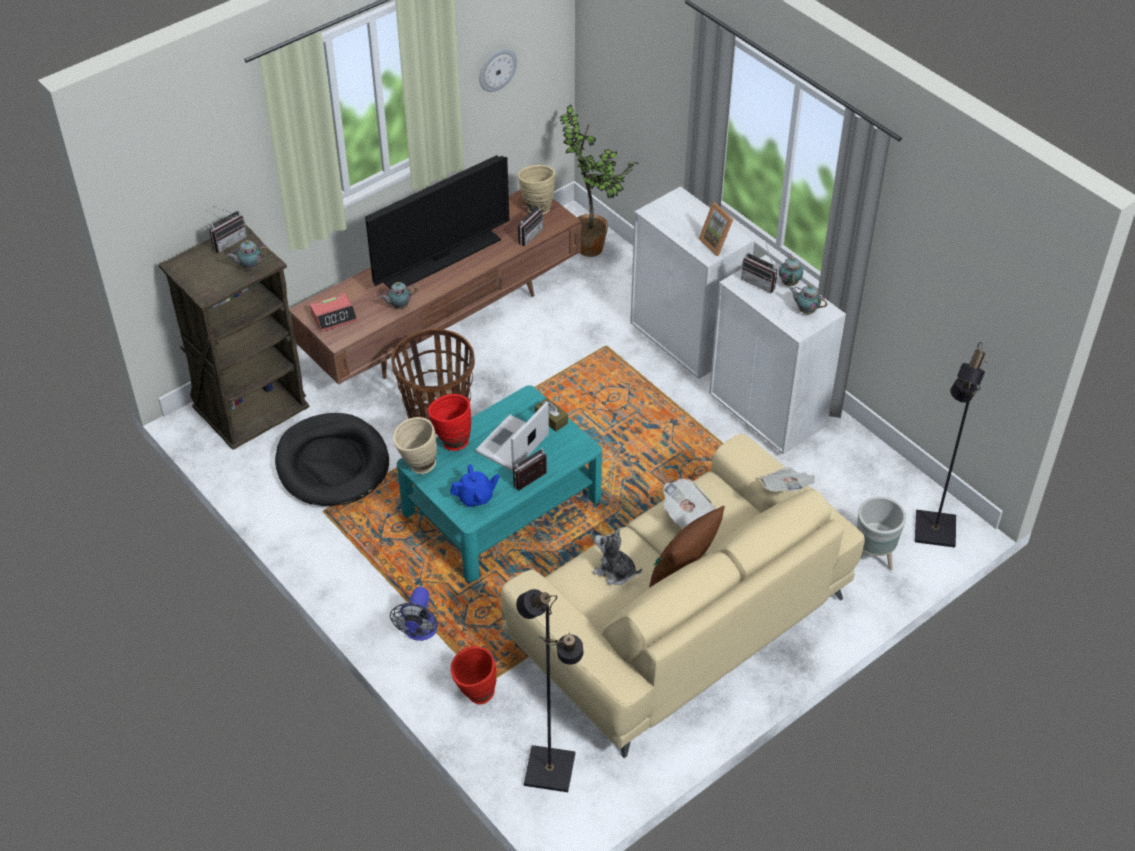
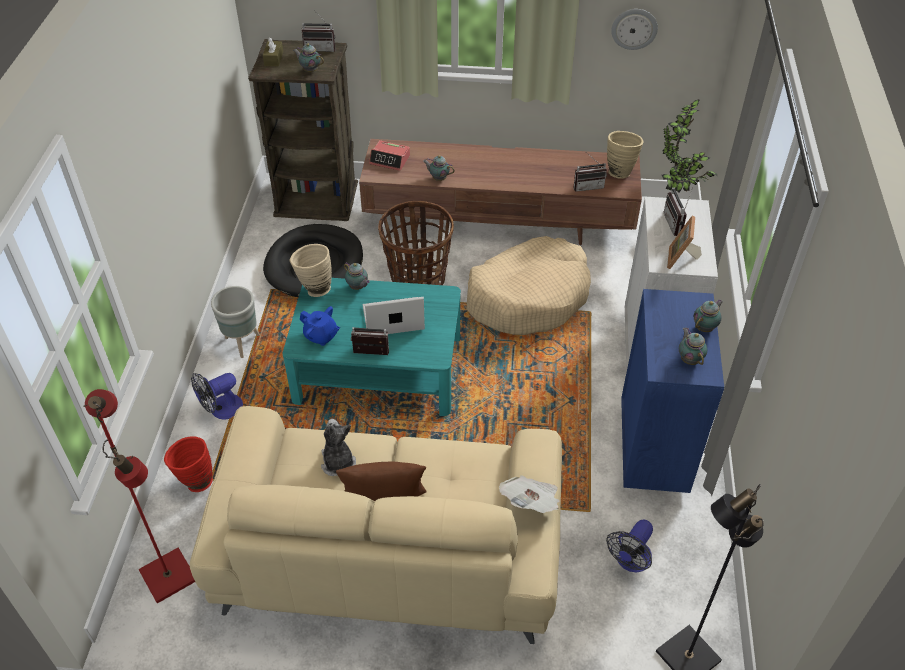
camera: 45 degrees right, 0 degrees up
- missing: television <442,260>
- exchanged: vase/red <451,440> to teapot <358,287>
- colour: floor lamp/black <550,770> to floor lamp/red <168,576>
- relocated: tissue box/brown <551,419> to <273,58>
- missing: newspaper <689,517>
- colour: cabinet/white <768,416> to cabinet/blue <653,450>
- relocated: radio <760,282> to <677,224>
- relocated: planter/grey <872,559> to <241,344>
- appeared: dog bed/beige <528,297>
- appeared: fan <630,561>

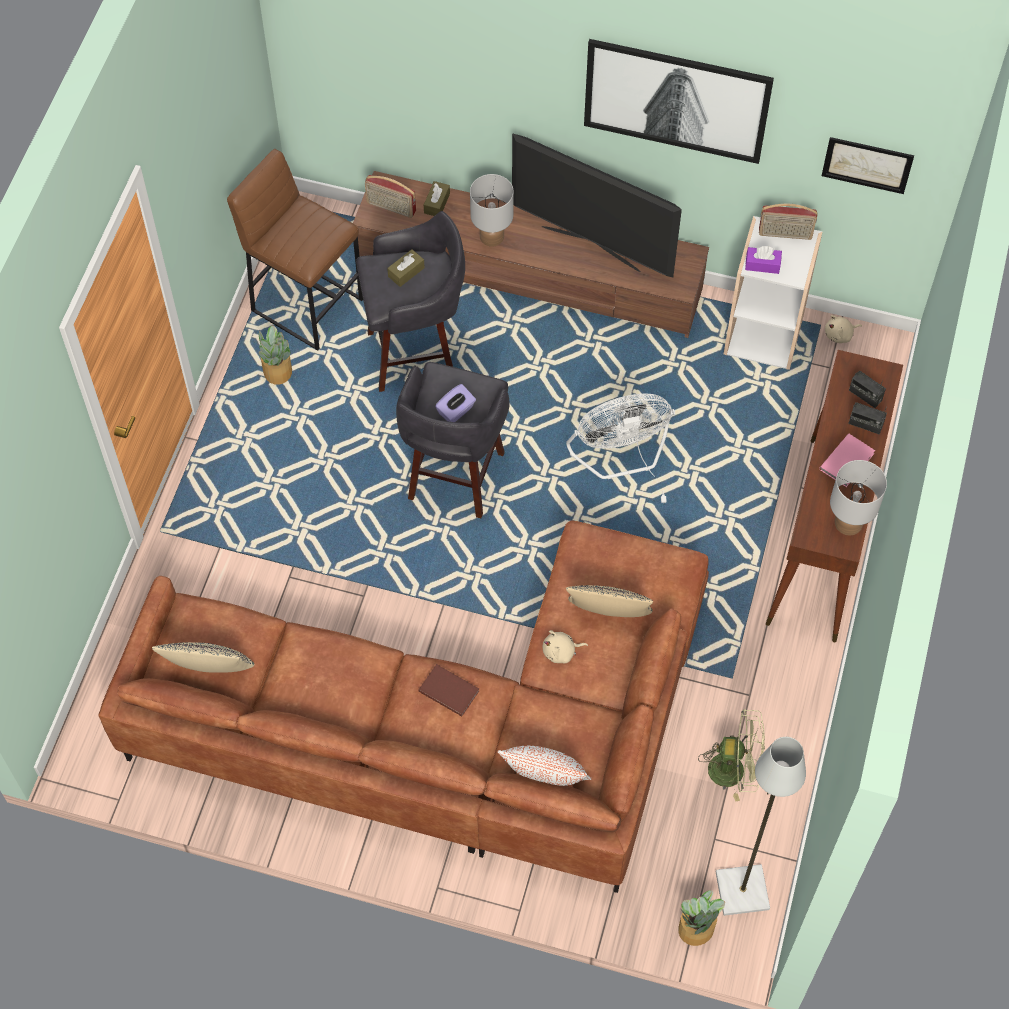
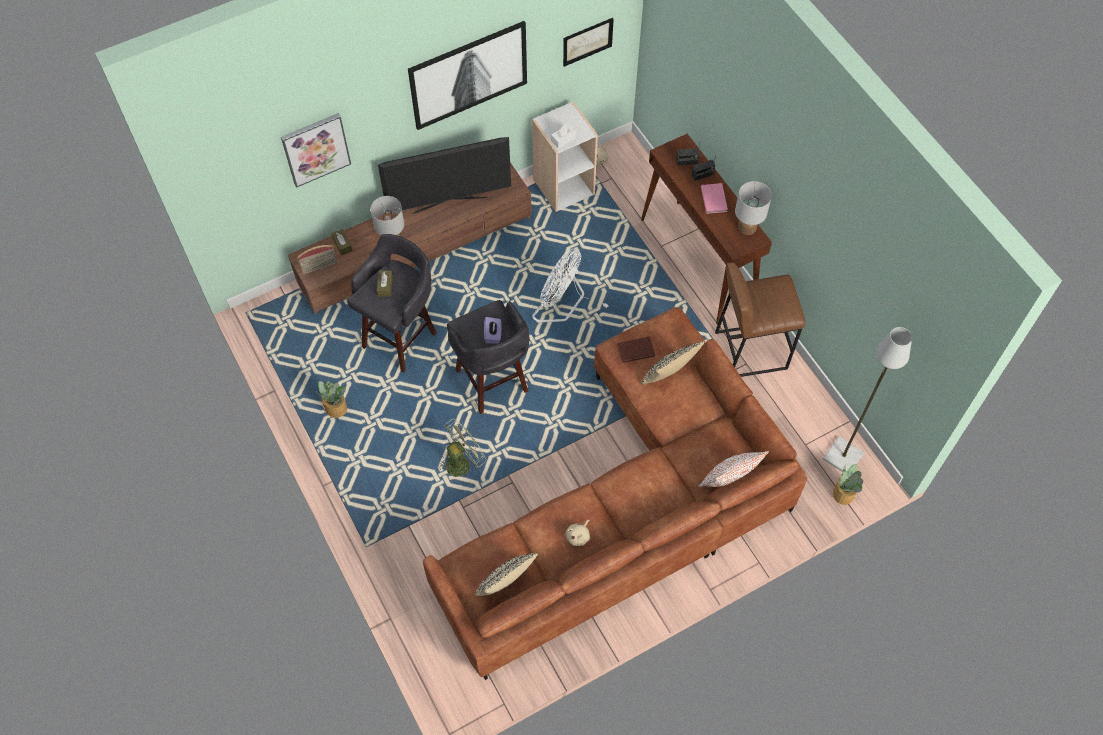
camera: 45 degrees left, 0 degrees up
- relocated: stool/brown <306,304> to <749,350>
- relocated: book/brown <449,690> to <635,350>
- relocated: plush toy/beige <561,652> to <578,536>
- relocated: fan/green <734,770> to <462,462>
- colour: tissue box/purple <762,264> to tissue box/white <563,139>
- missing: radio <785,234>
- appeared: picture <316,149>

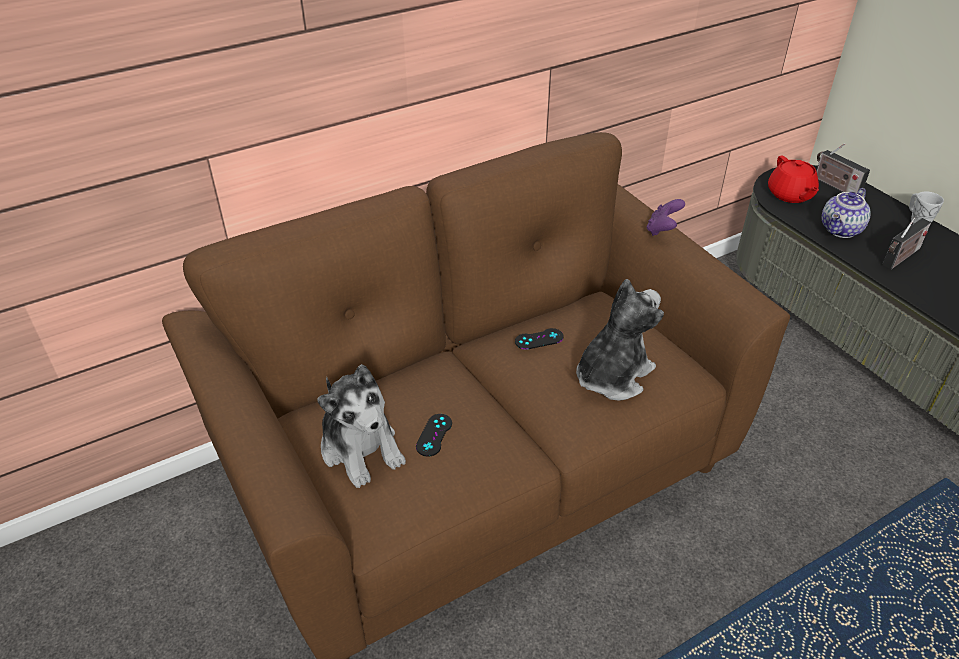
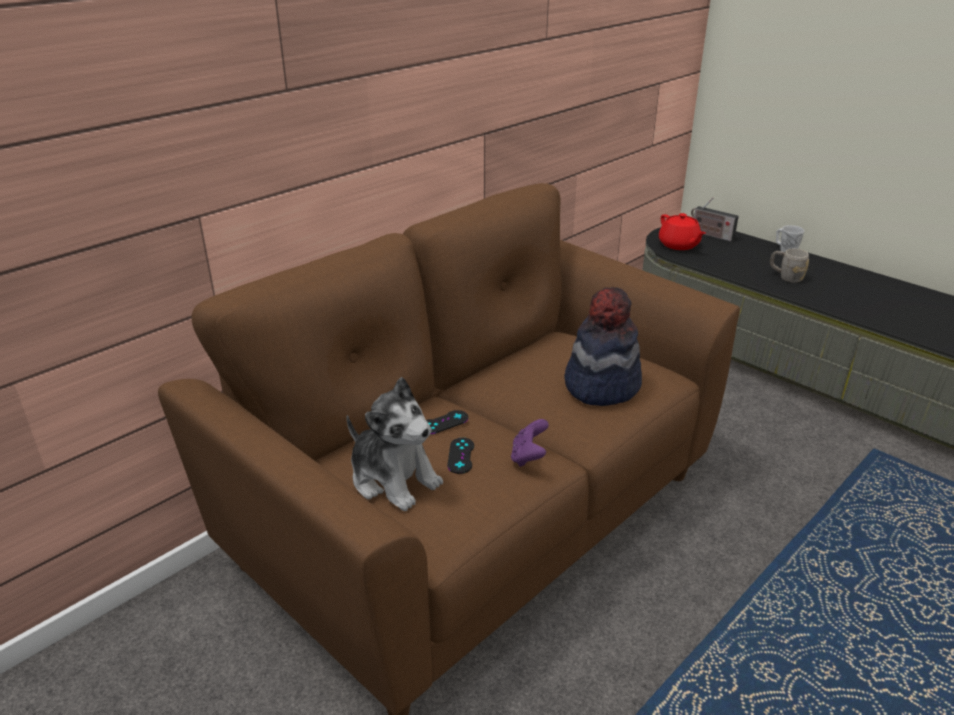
camera: 15 degrees left, 10 degrees down
- relocated: game controller/black <539,339> to <444,422>
- exchanged: plush toy <612,375> to hat <601,385>
- relocated: game controller/purple <662,230> to <528,457>
- missing: teapot <841,230>
- exchanged: radio <900,258> to mug/grey <785,277>

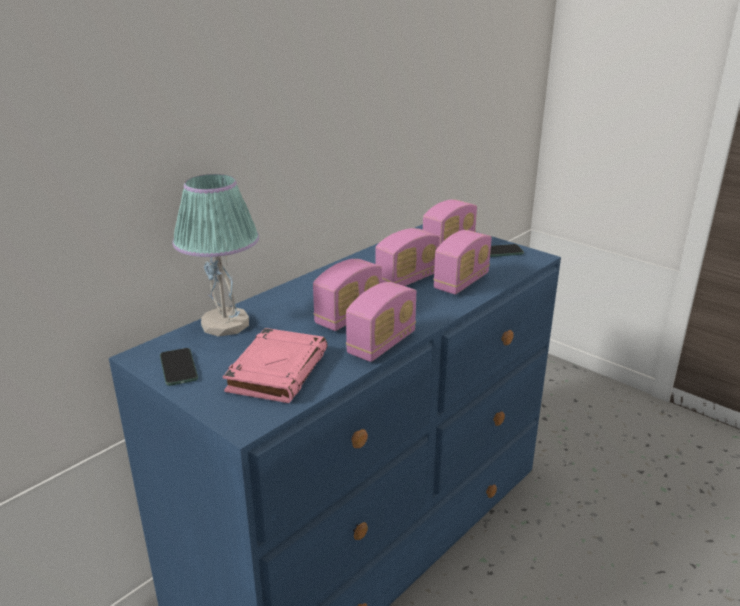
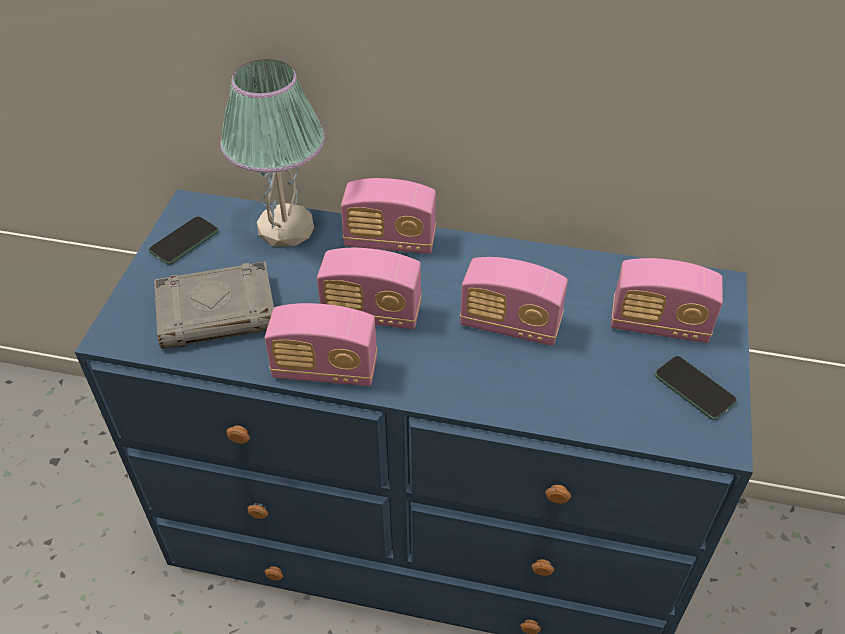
camera: 60 degrees right, 20 degrees up
- colour: book/pink <277,370> to book/grey <218,311>
- relocated: radio <461,282> to <390,241>

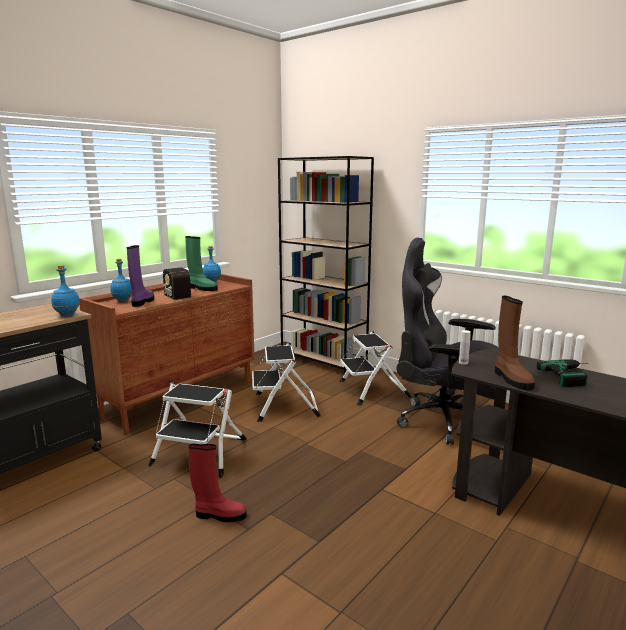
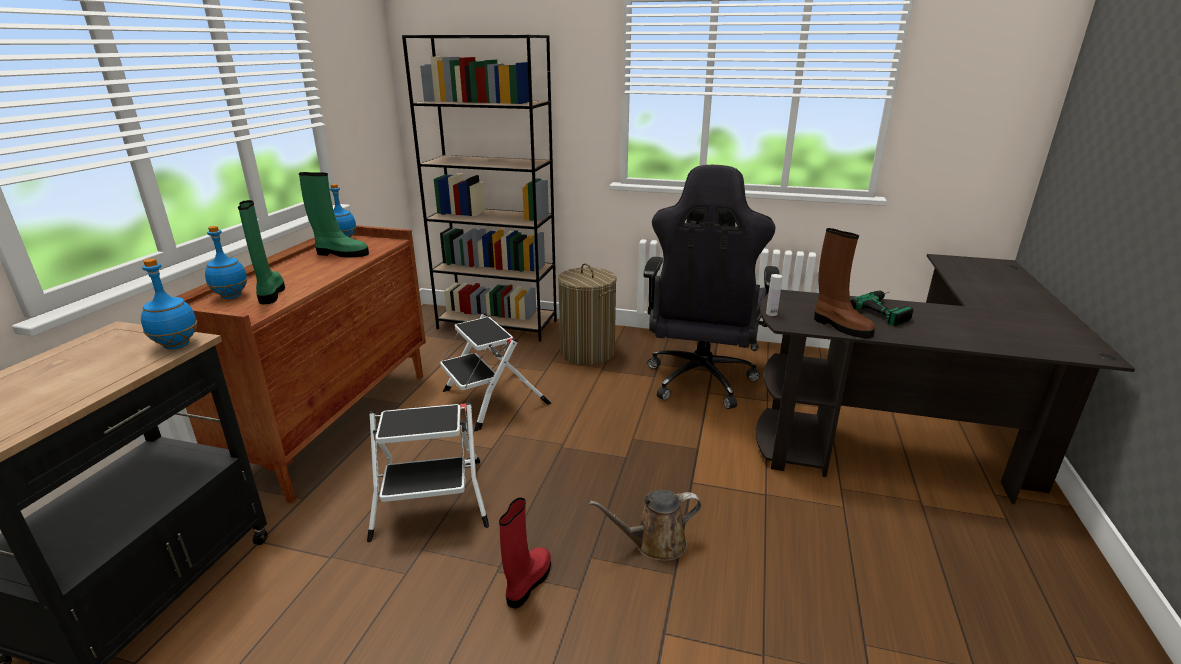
camera: 25 degrees left, 10 degrees up
- colour: boot/purple <142,302> to boot/green <270,293>
- missing: radio <176,294>
- spun: boot/red <219,515> = <528,583> 45 degrees counterclockwise
- exchanged: step ladder <373,390> to laundry basket <587,352>
- spun: office chair/black <449,423> = <700,377> 75 degrees counterclockwise
- appeared: watering can/brown <654,543>

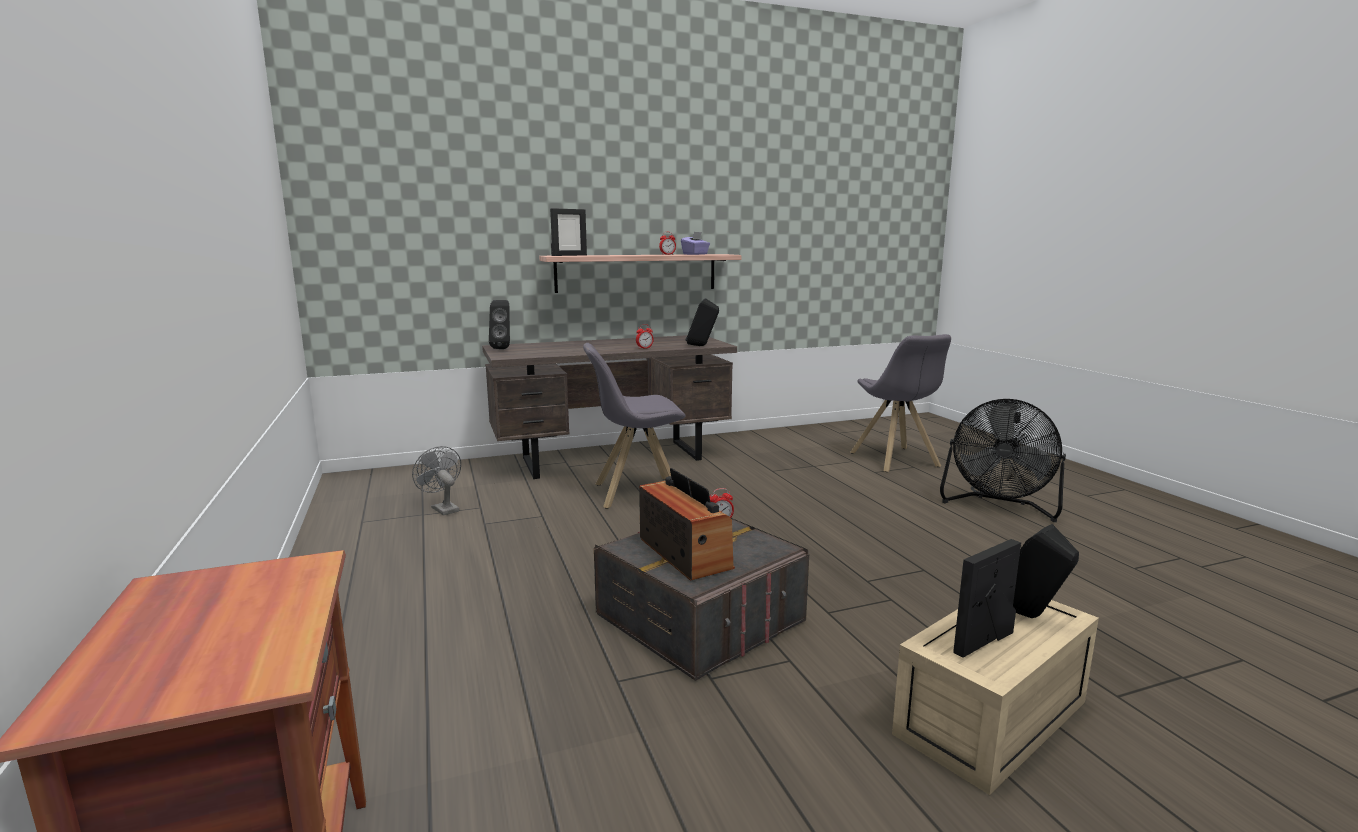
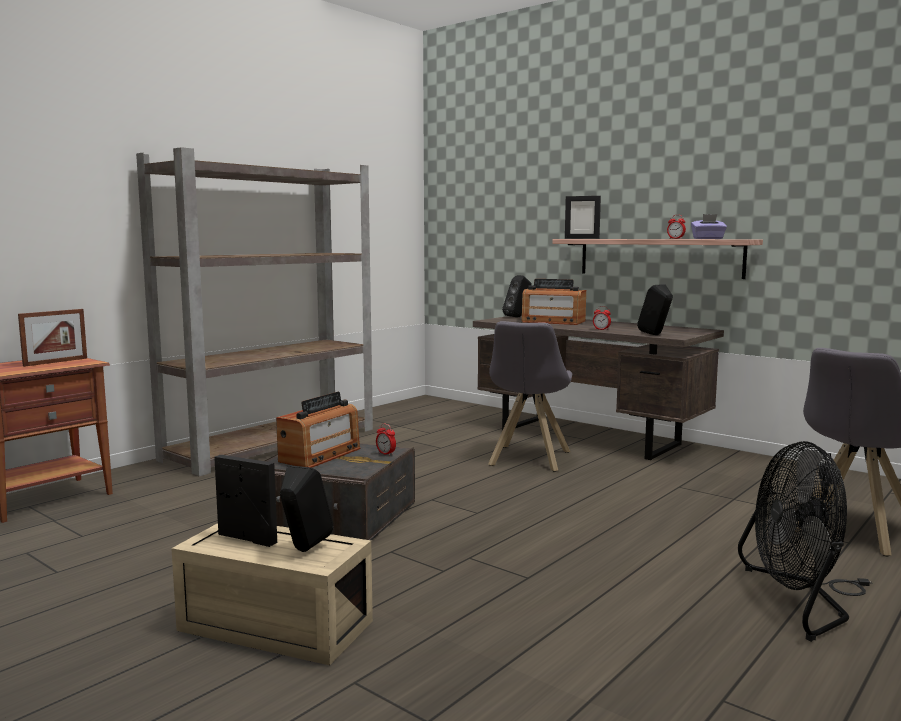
camera: 60 degrees right, 5 degrees down
- missing: fan/grey <442,508>
- spun: chair/grey <637,493> = <529,458> 120 degrees counterclockwise
- appeared: picture frame <56,362>
- appeared: bookcase/brown <272,444>
- appeared: radio <553,322>

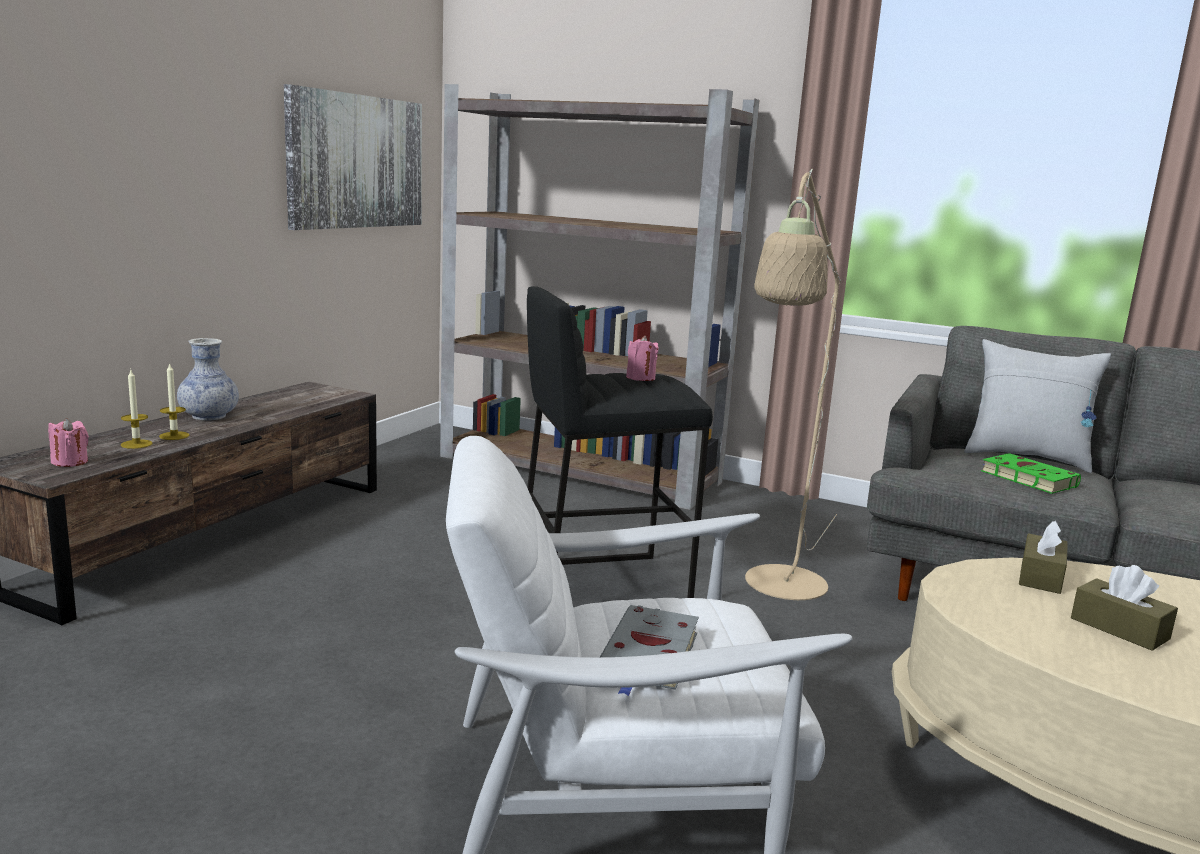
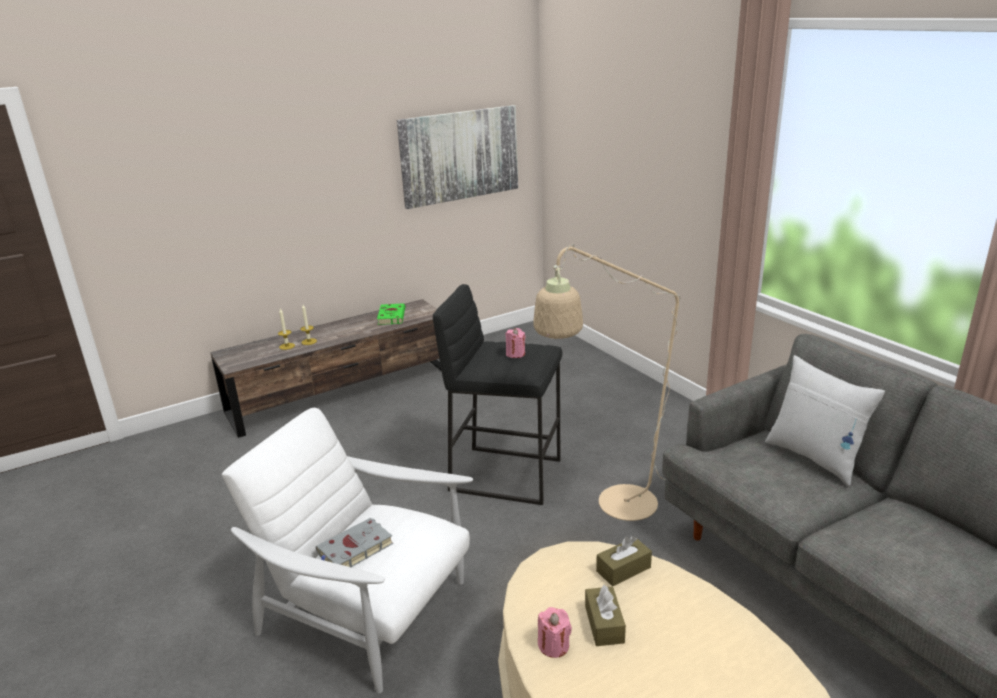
camera: 35 degrees right, 10 degrees up
- relocated: candle/pink <70,462> to <554,645>
- missing: vase <209,416>
- missing: bookcase/brown <579,469>
- relocated: book/green <1026,478> to <391,316>

